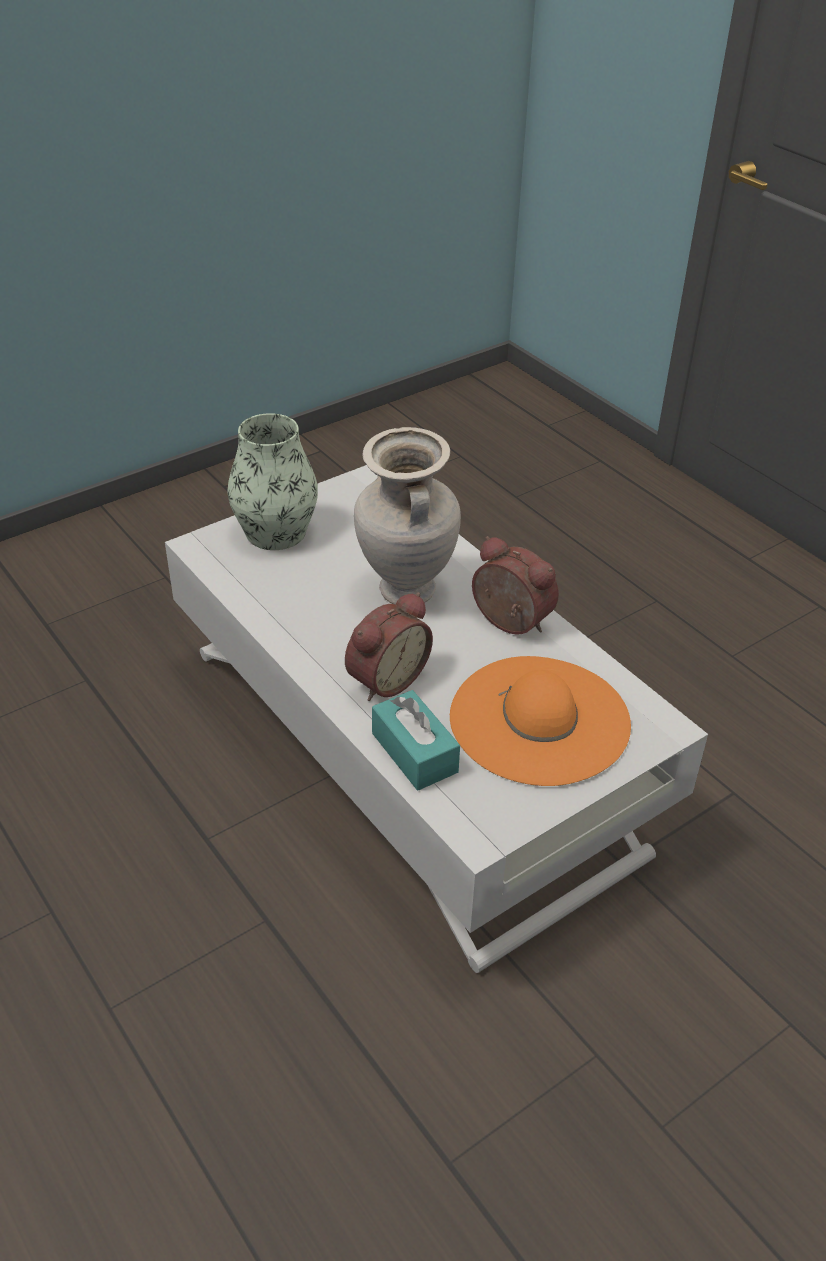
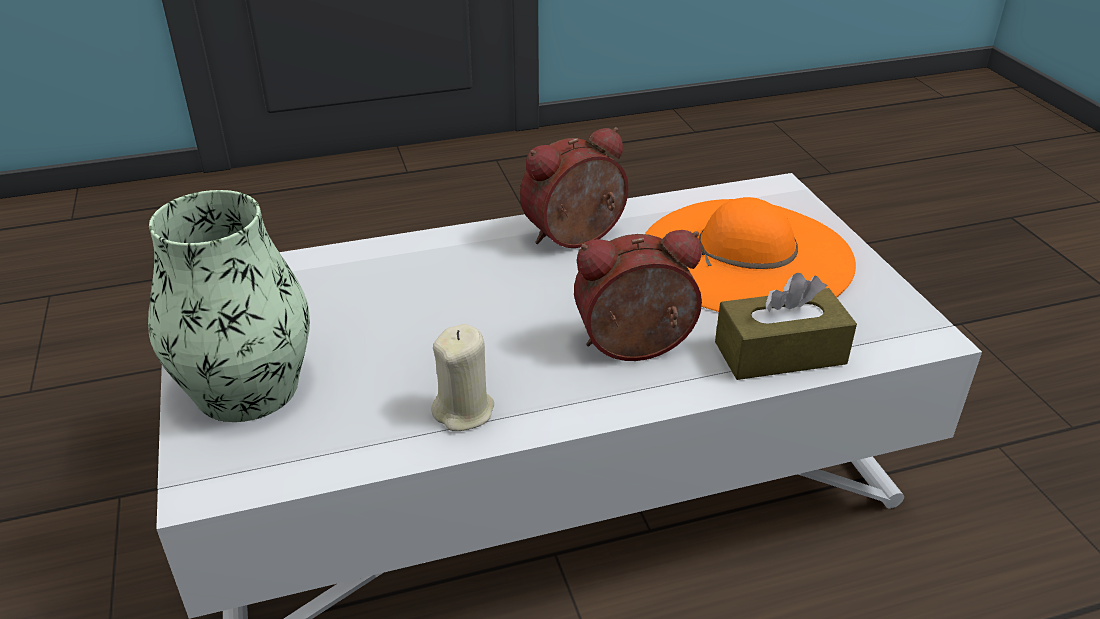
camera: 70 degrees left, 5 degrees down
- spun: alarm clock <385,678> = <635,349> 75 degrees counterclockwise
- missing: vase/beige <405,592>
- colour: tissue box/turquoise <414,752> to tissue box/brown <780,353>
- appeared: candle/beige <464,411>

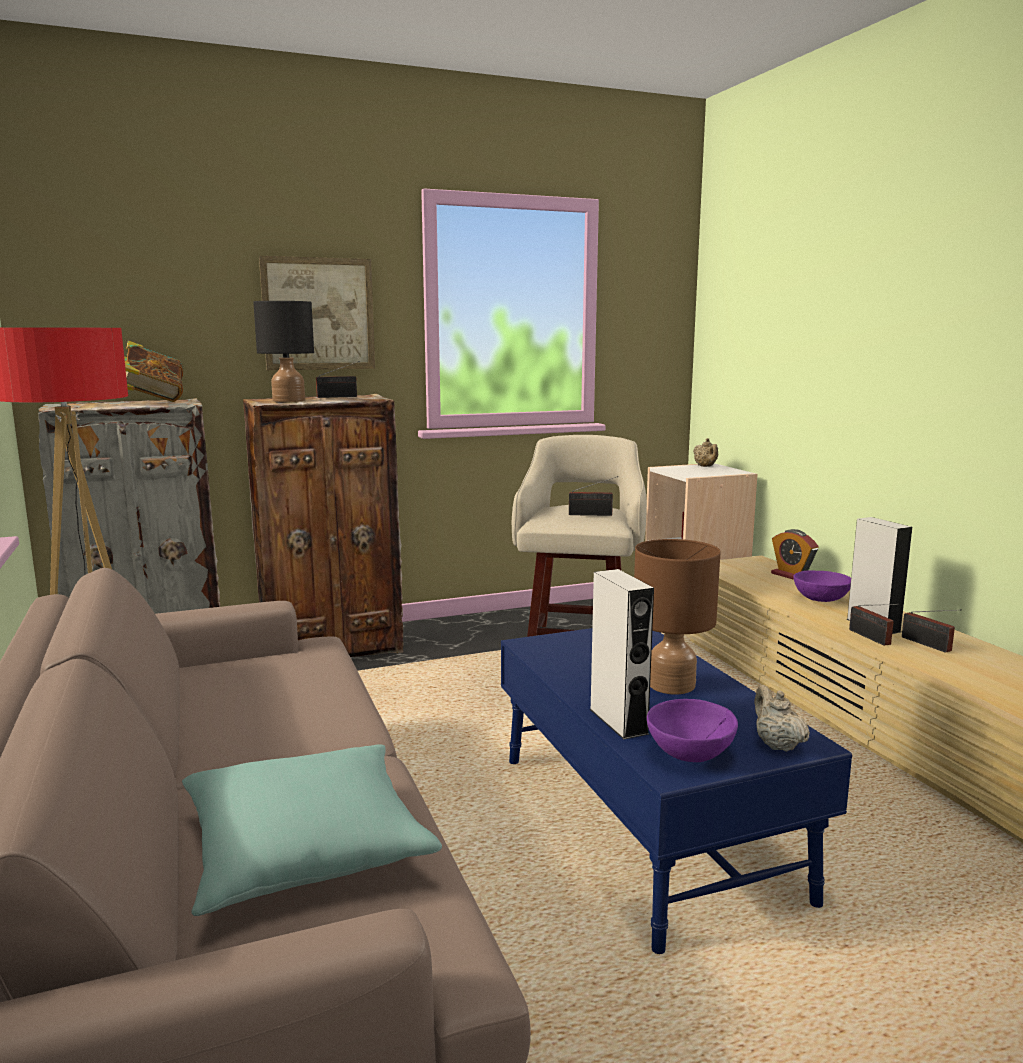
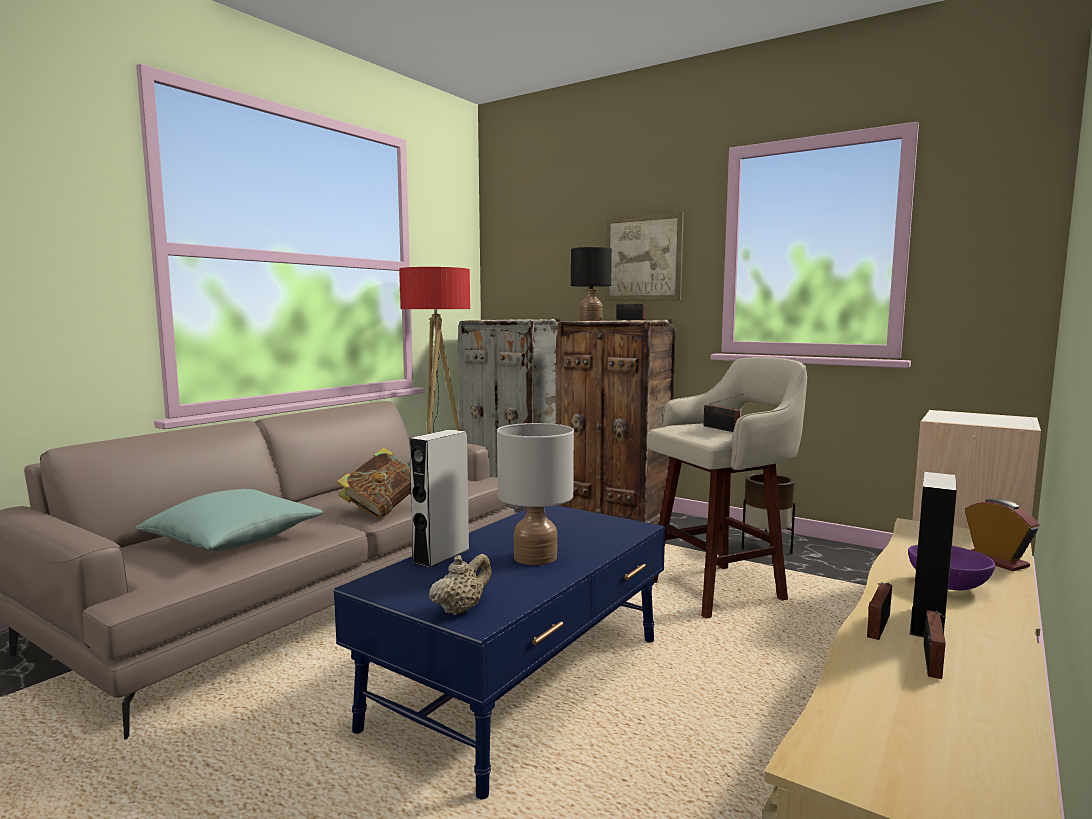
camera: 55 degrees right, 5 degrees down
- relocated: book <153,400> to <382,510>
- colour: table lamp/brown <670,685> to table lamp/grey <534,557>
- missing: bowl/purple <690,753>
- missing: teapot/beige <705,466>
- spun: alarm clock <792,576> = <996,561> 135 degrees clockwise
- appeared: planter/brown <766,546>

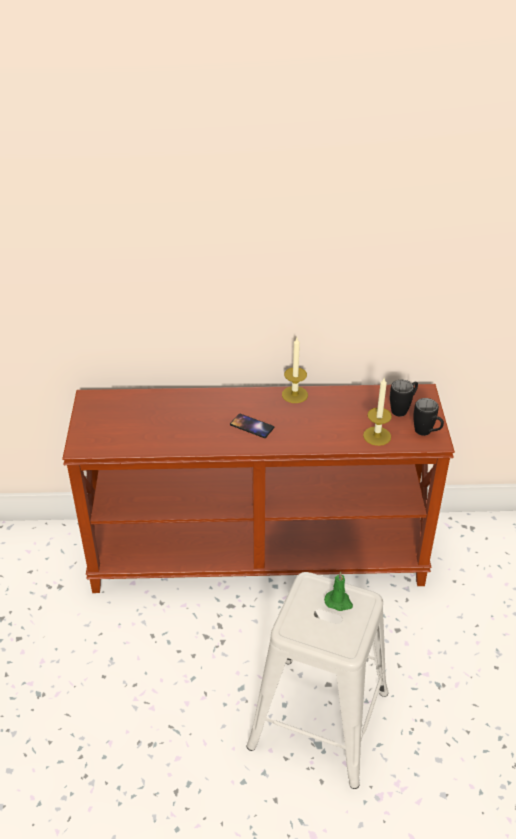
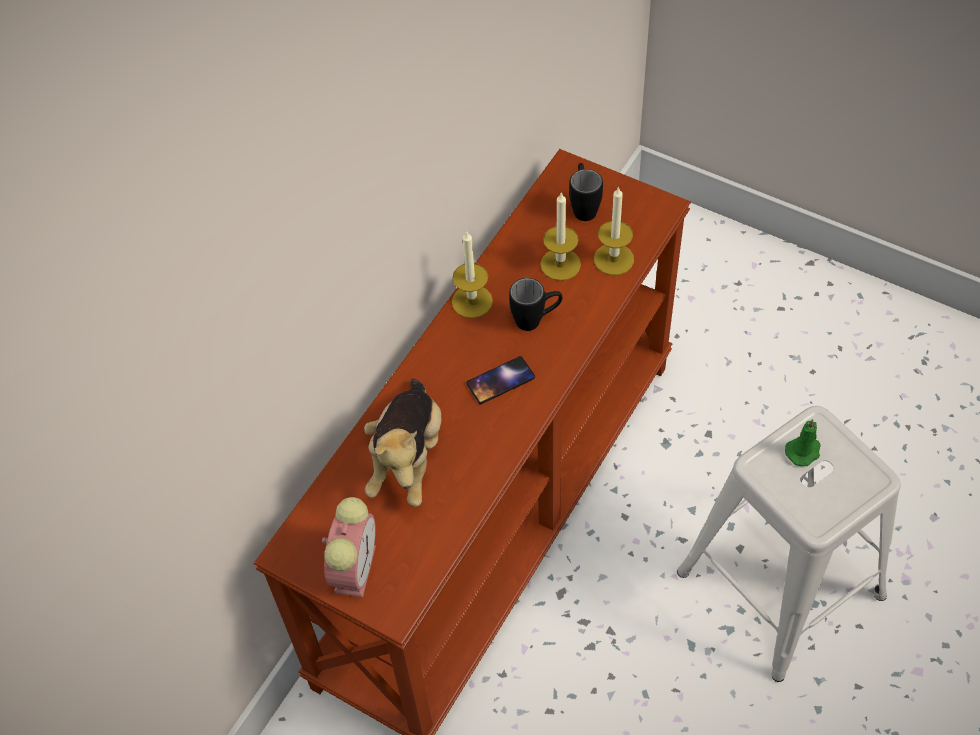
camera: 55 degrees left, 15 degrees up
- relocated: mug/black <427,433> to <536,320>
- appeared: alarm clock <354,566>
- appeared: plush toy <407,458>
- appeared: candle <560,264>

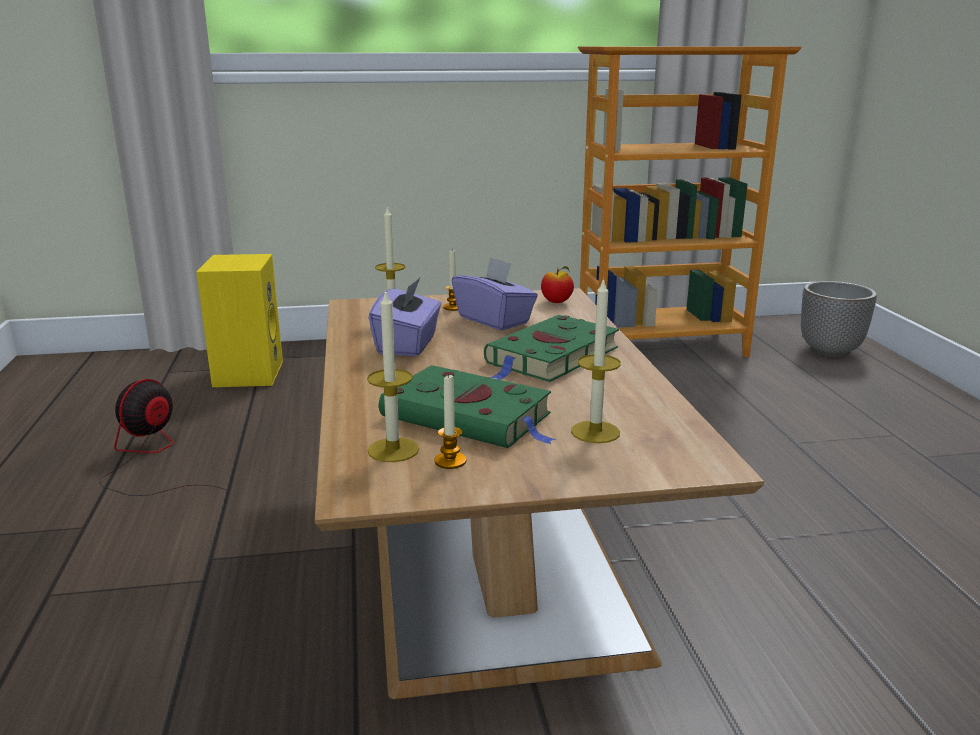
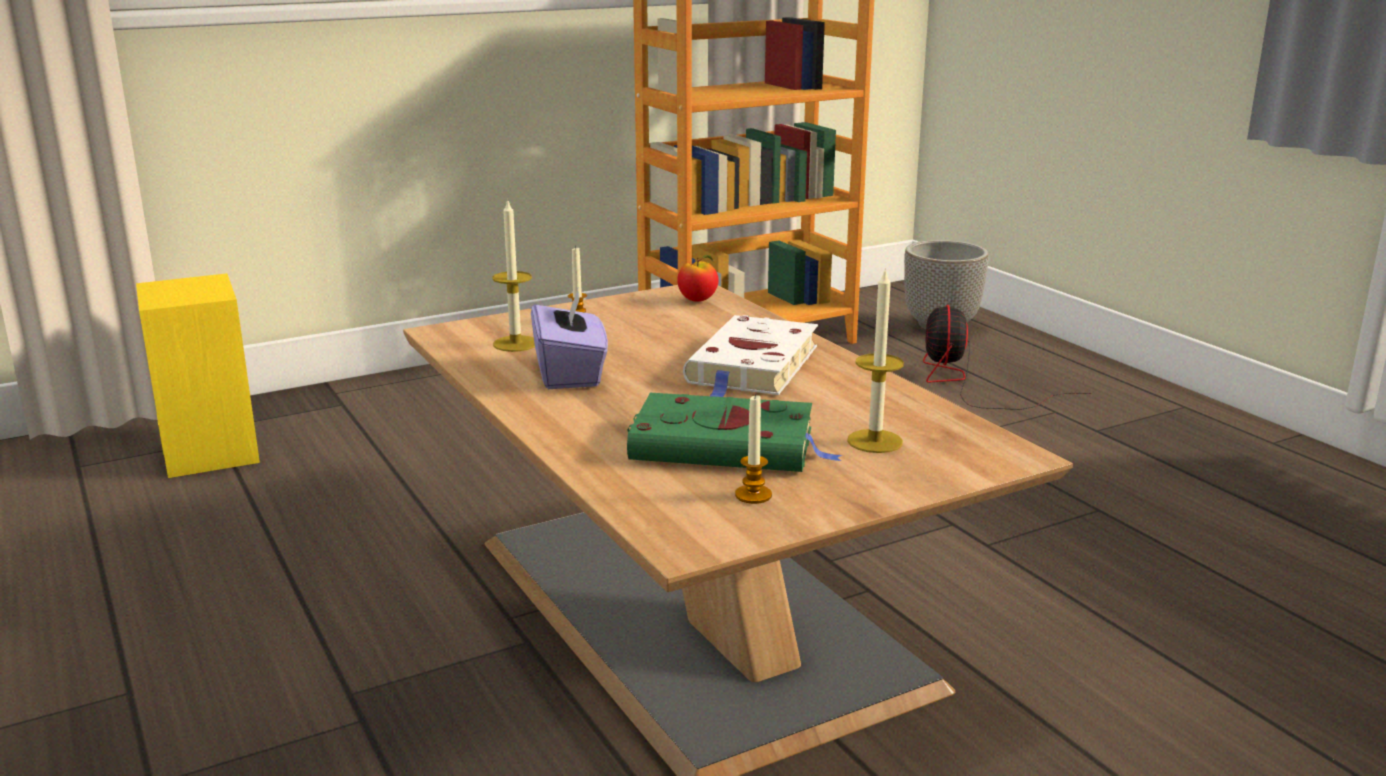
camera: 20 degrees left, 0 degrees up
- relocated: fan <150,458> to <968,383>
- missing: candle <393,450>
- missing: tissue box/purple <494,320>
- colour: book/green <551,357> to book/white <752,367>

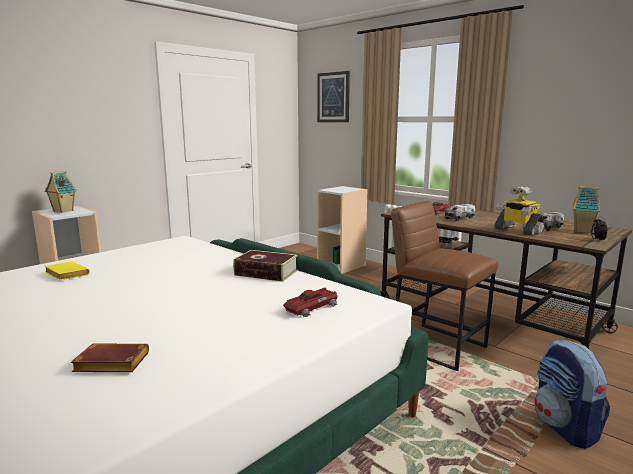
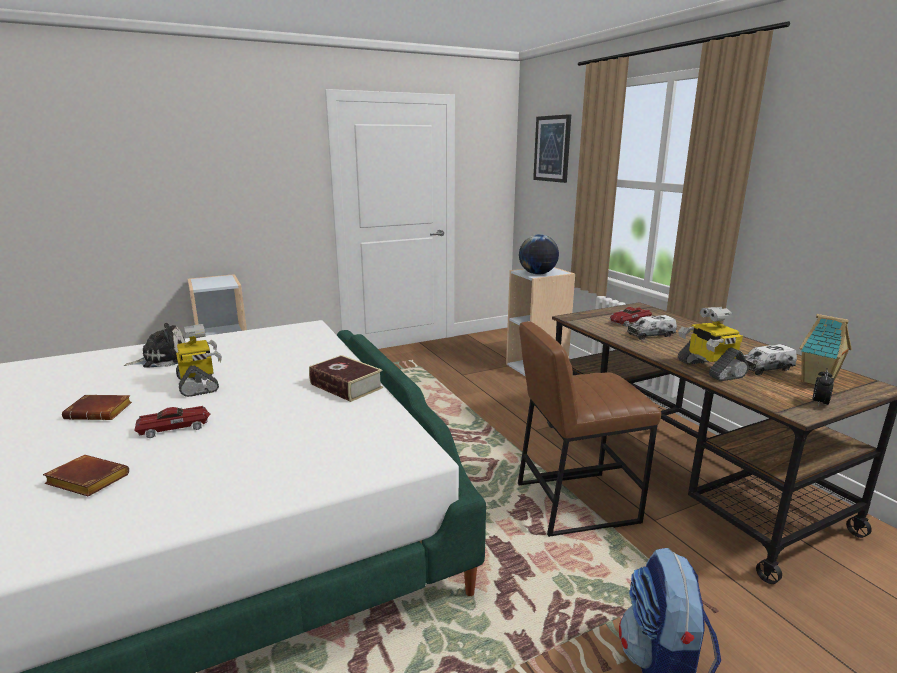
camera: 20 degrees right, 5 degrees up
- exchanged: book/yellow <65,275> to plush toy <162,359>
- missing: toy house <62,211>
- relocated: toy car <312,307> to <175,427>
- spun: chair/brown <436,346> = <574,503> 75 degrees counterclockwise
- appeared: book/brown <101,412>
- appeared: toy robot <199,384>
- appeared: globe <537,274>

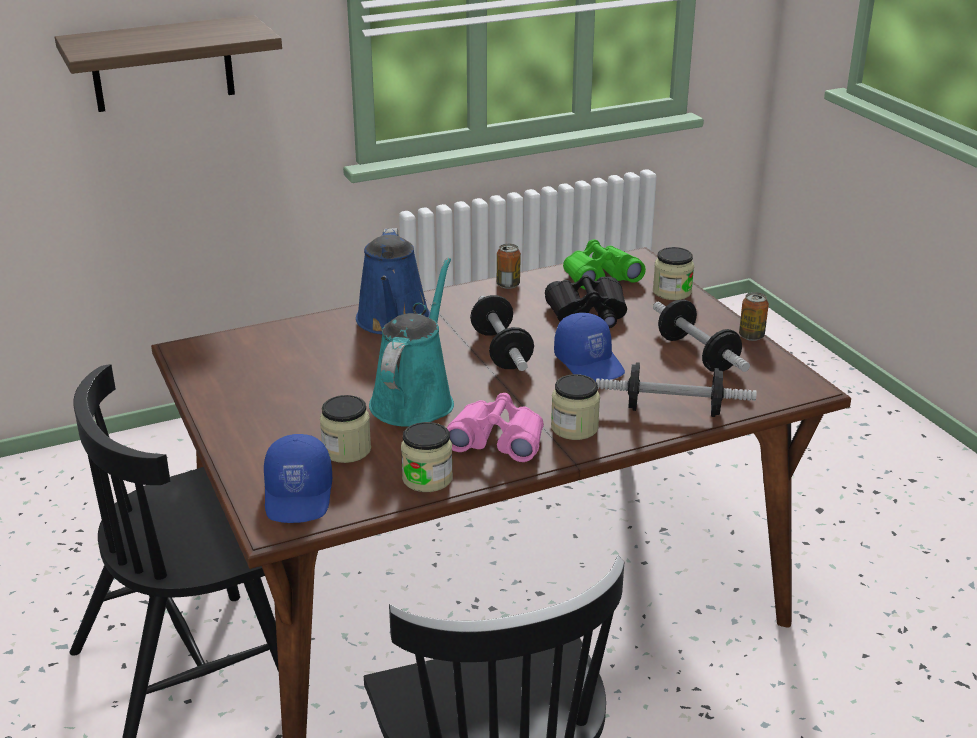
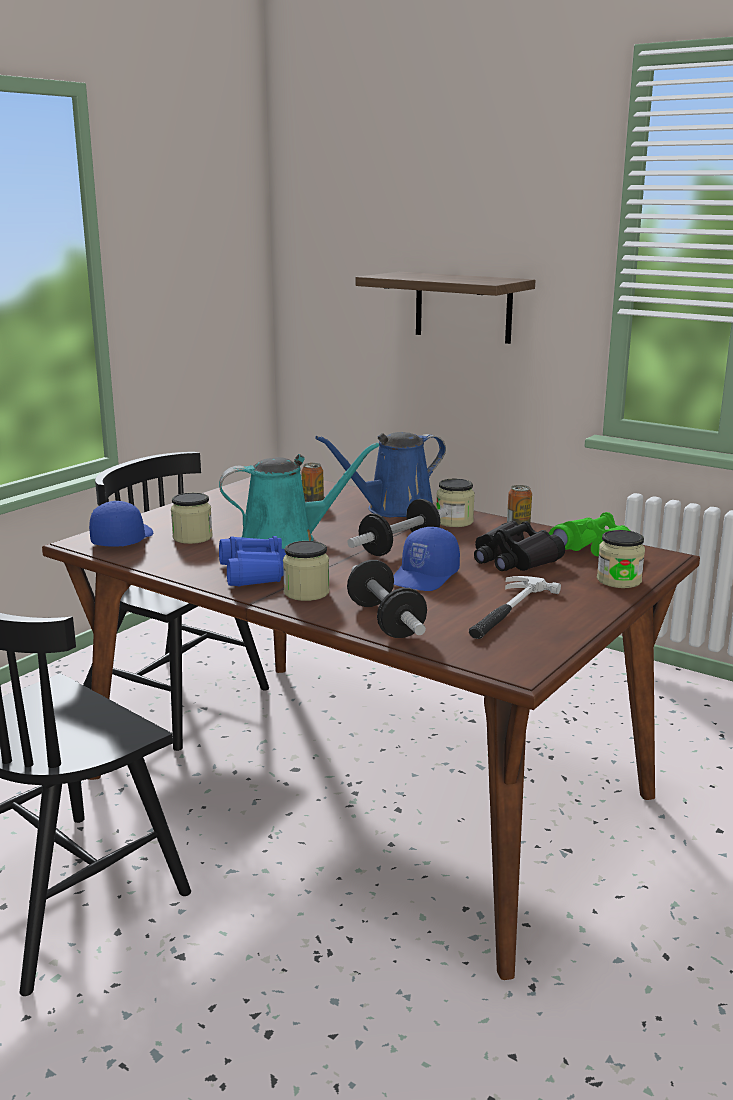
camera: 60 degrees right, 10 degrees down
- spun: cap/blue <300,495> = <122,539> 135 degrees clockwise
- relocated: jar <427,478> to <454,521>
- colour: binoculars/pink <498,440> to binoculars/blue <256,573>
- exchanged: dumbbell <697,354> to hammer <507,612>
- relocated: can <751,336> to <313,501>

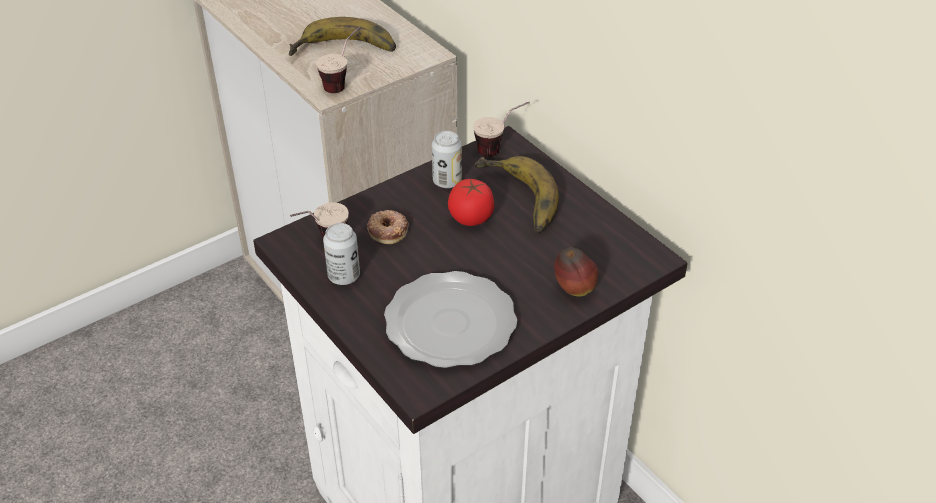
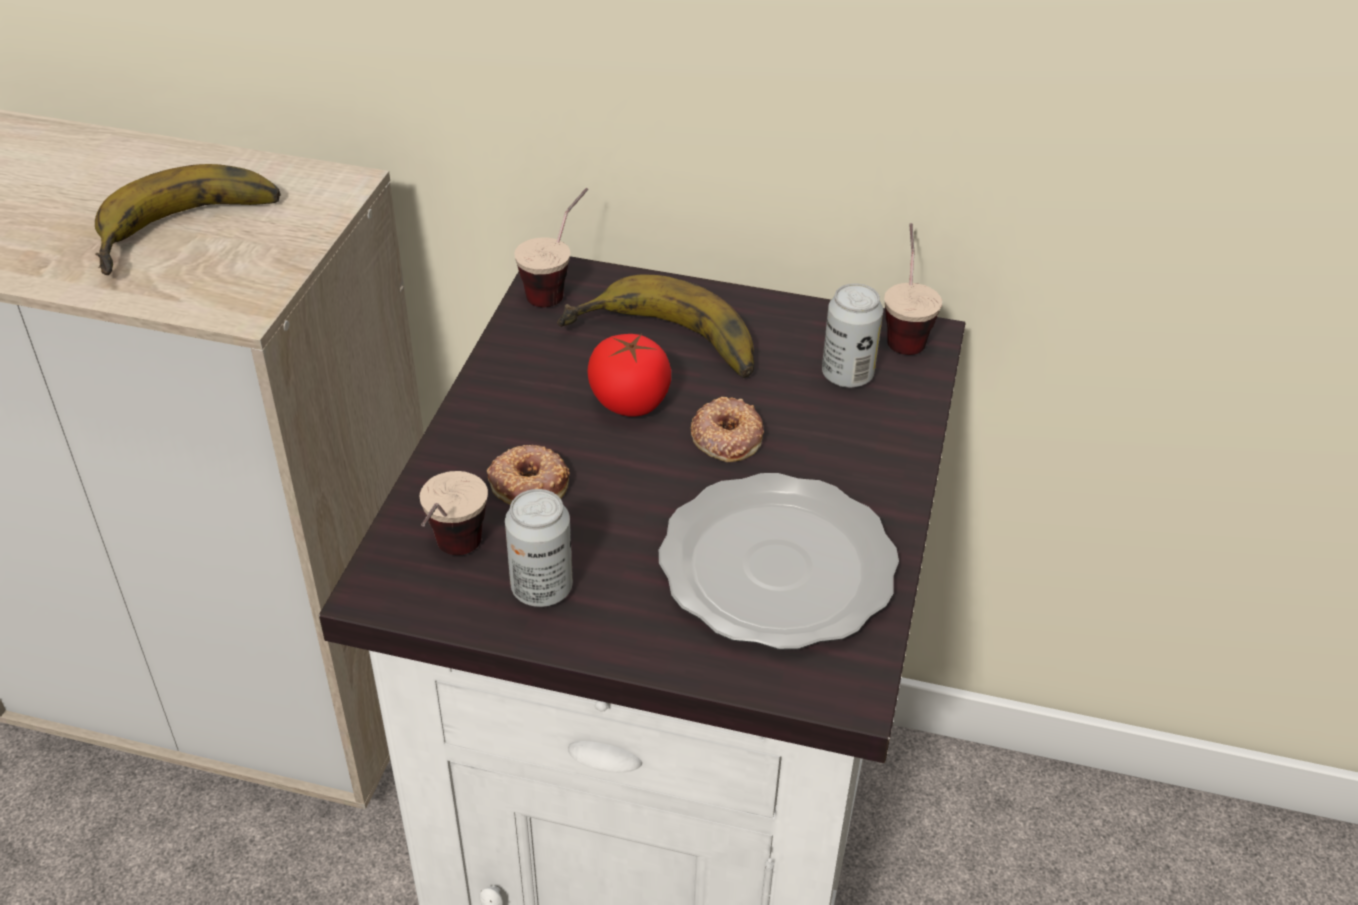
camera: 40 degrees left, 0 degrees up
- relocated: cup <343,82> to <904,330>
- relocated: can <447,181> to <847,375>
- missing: apple <574,290>
- appeared: donut <726,436>

